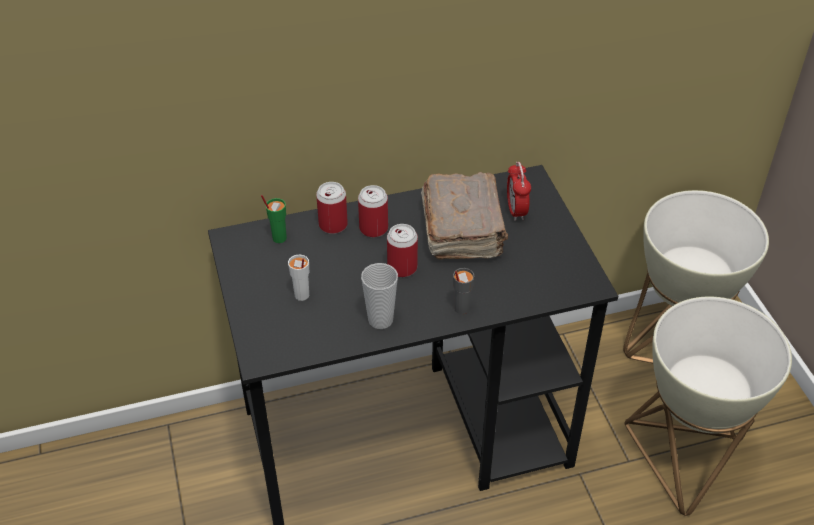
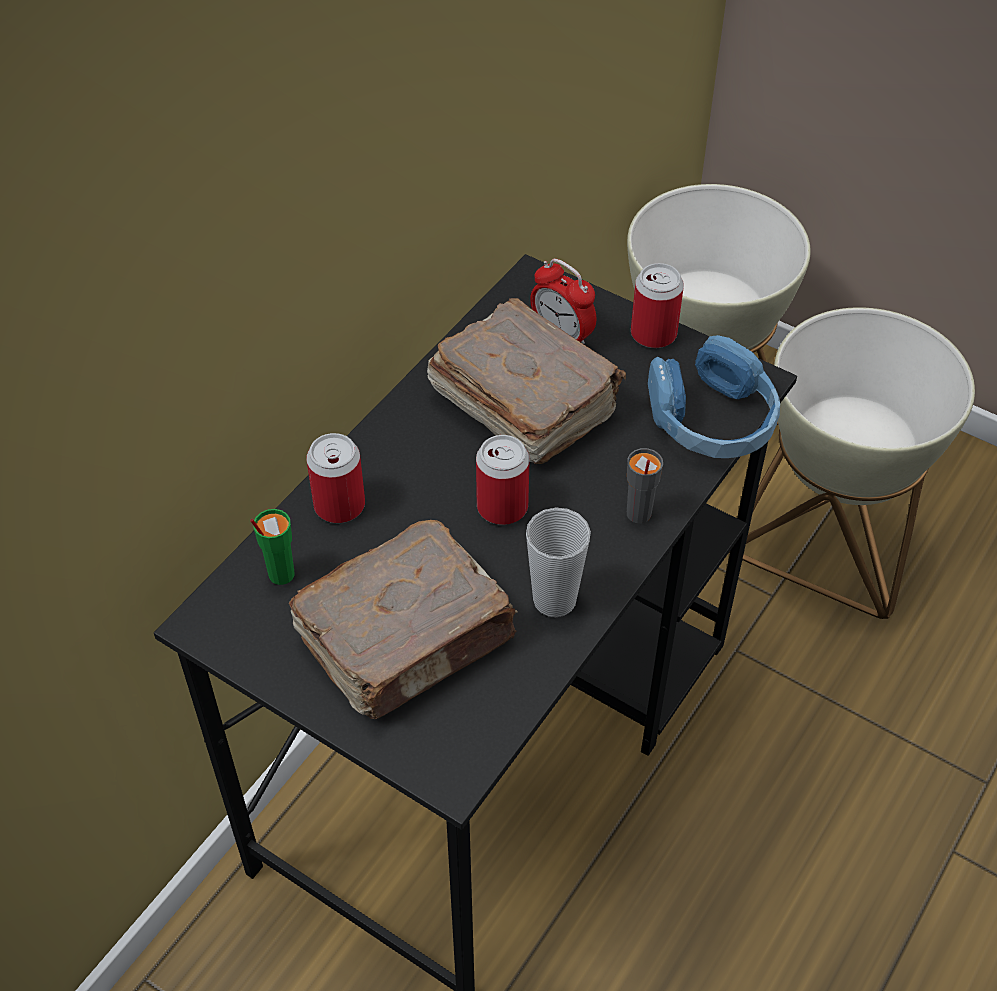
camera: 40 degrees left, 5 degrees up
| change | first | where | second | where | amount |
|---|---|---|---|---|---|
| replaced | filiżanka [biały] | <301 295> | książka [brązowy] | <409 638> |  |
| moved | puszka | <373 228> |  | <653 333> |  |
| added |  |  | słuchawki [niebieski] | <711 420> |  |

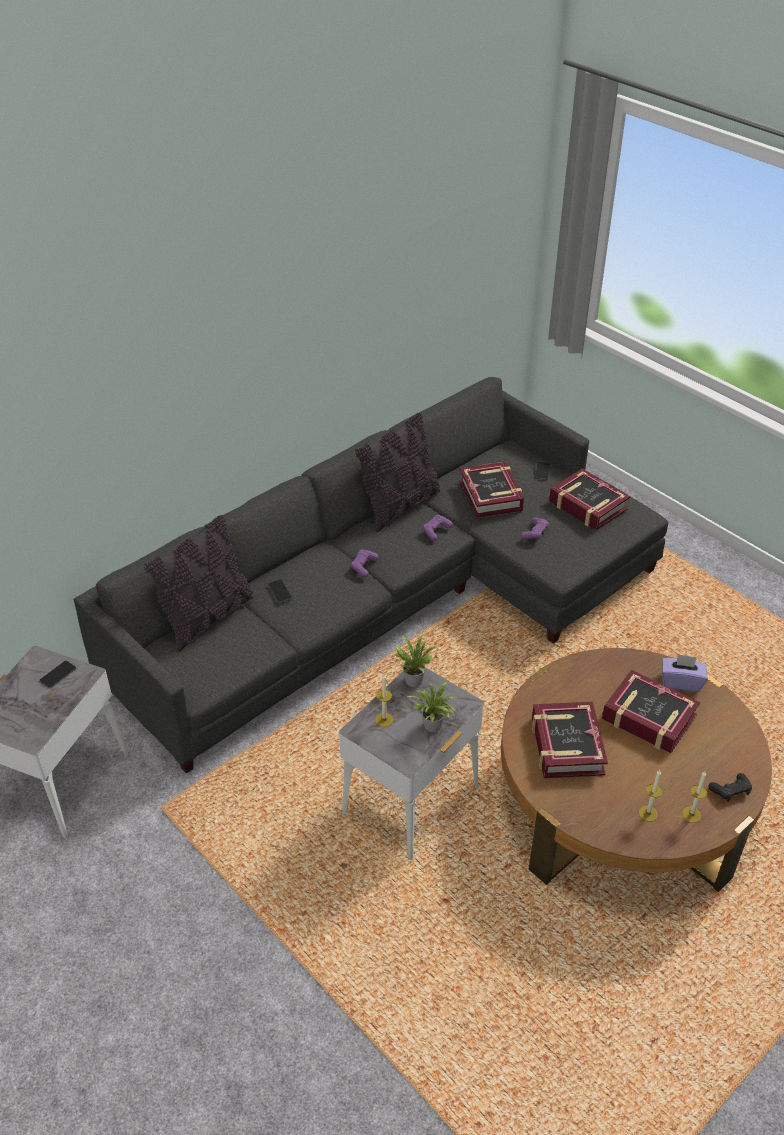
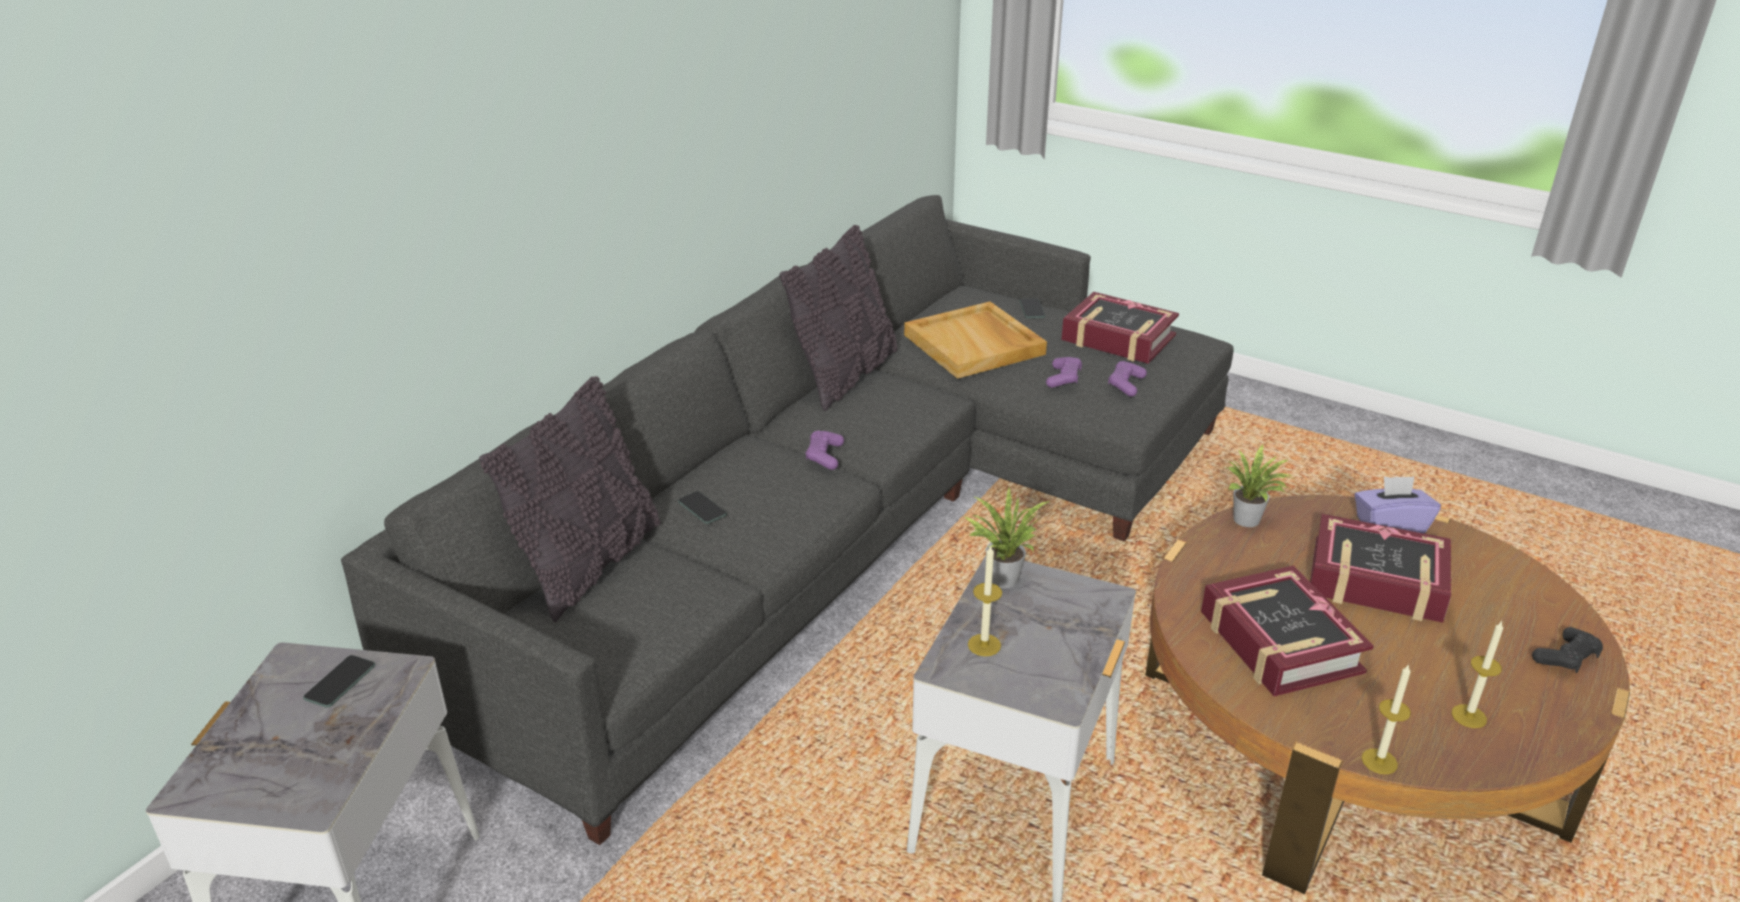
camera: 15 degrees left, 10 degrees down
| change | first | where | second | where | amount |
|---|---|---|---|---|---|
| moved | roślina doniczkowa | <433 727> |  | <1249 521> |  |
| moved | pad do gier [fioletowy] | <436 531> |  | <1126 384> |  |
| replaced | książka | <491 495> | taca [beżowy] | <975 345> |  |
| moved | świeca | <691 814> |  | <1379 761> |  |

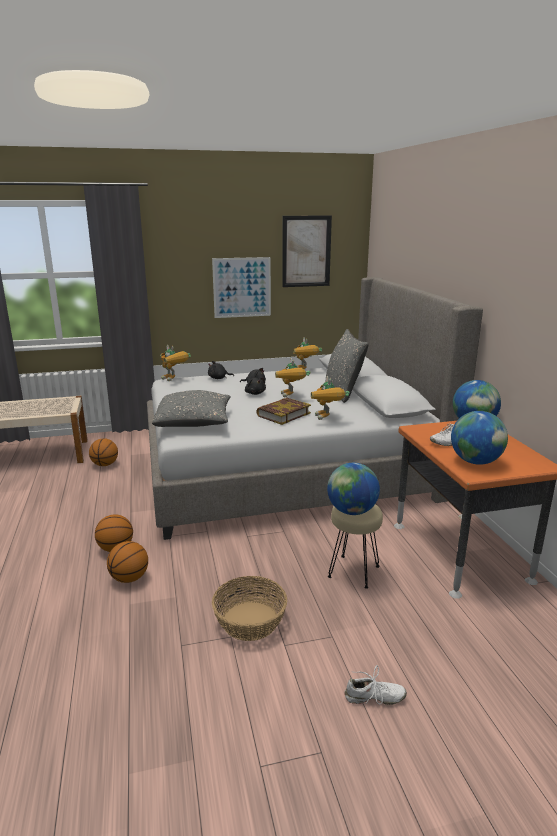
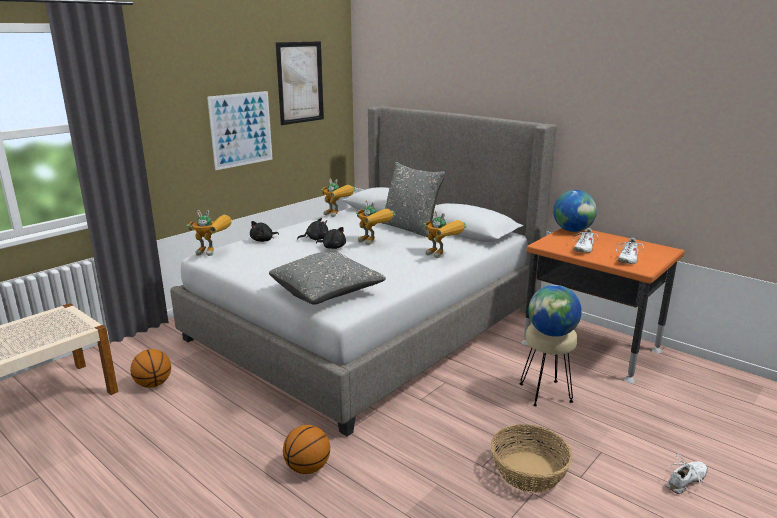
camera: 35 degrees left, 0 degrees up
| change | first | where | second | where | amount |
|---|---|---|---|---|---|
| removed | piłka do koszykówki | <129 578> |  |  |  |
| removed | książka | <283 414> |  |  |  |
| replaced | globus | <475 462> | but [biały] | <627 259> |  |

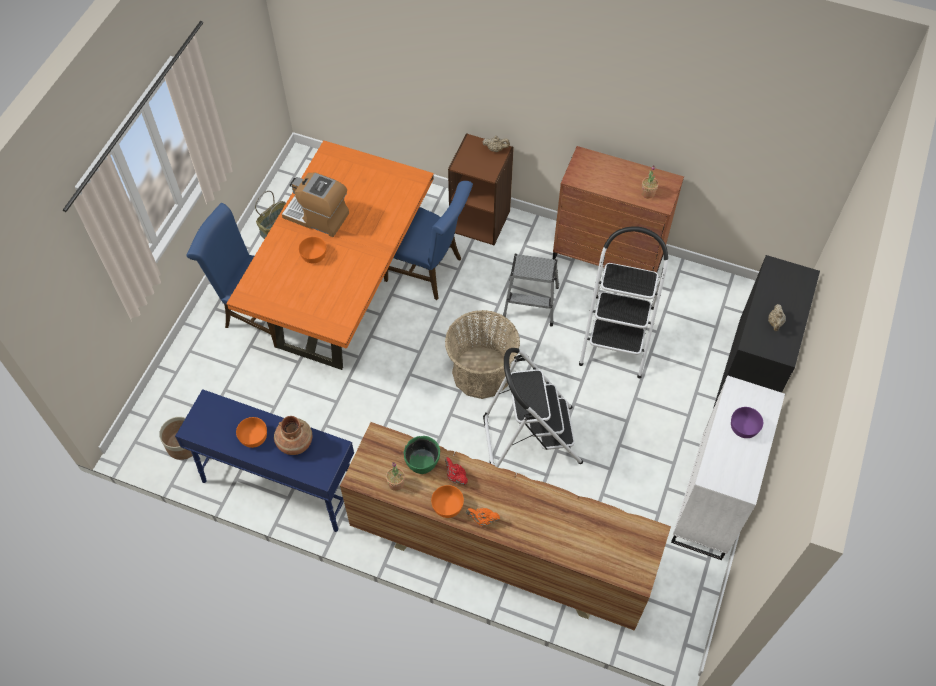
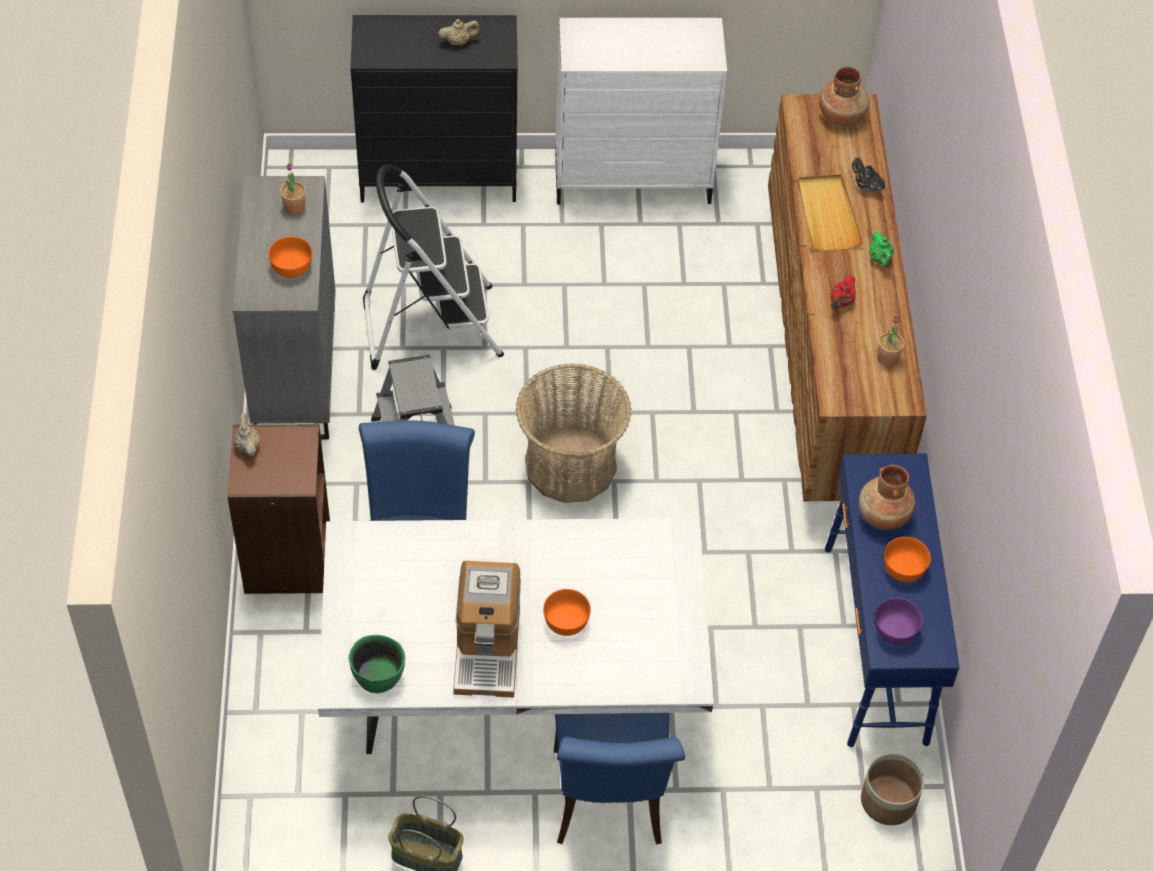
camera: 115 degrees left, 5 degrees down
| change | first | where | second | where | amount |
|---|---|---|---|---|---|
| recoloured | stół jadalny [pomarańczowy] | <344 293> | stół jadalny [biały] | <515 696> |  |
| moved | miska [zielony] | <423 461> |  | <378 674> |  |
| moved | miska [pomarańczowy] | <447 506> |  | <292 267> |  |
| recoloured | imbryk [pomarańczowy] | <482 520> | imbryk [zielony] | <880 259> |  |
| removed | drabinka | <529 439> |  |  |  |
| recoloured | komoda [brązowy] | <608 258> | komoda [szary] | <294 372> |  |
| moved | miska [fioletowy] | <744 427> |  | <894 630> |  |
| added |  |  | taca [beżowy] | <827 215> |  |
| added |  |  | wazon [brązowy] | <841 116> |  |
| added |  |  | imbryk [czarny] | <865 186> |  |

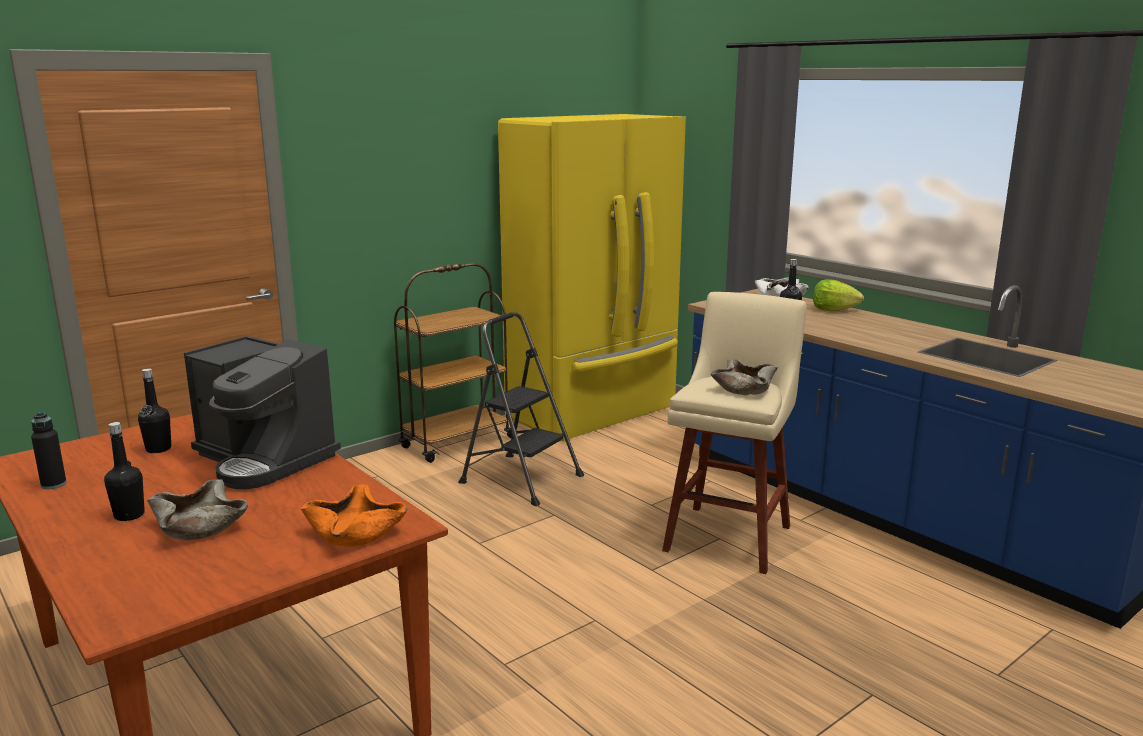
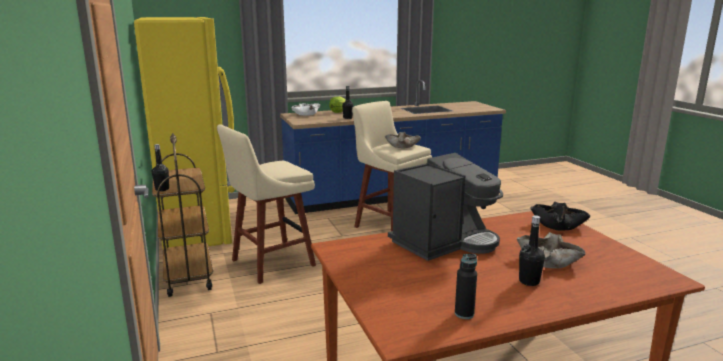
camera: 70 degrees left, 0 degrees up
| change | first | where | second | where | amount |
|---|---|---|---|---|---|
| moved | butelka [czarny] | <158 449> |  | <162 189> |  |
| recoloured | miska [pomarańczowy] | <356 532> | miska [czarny] | <558 224> |  |
| replaced | drabinka [czarny] | <519 477> | stołek [beżowy] | <271 263> |  |

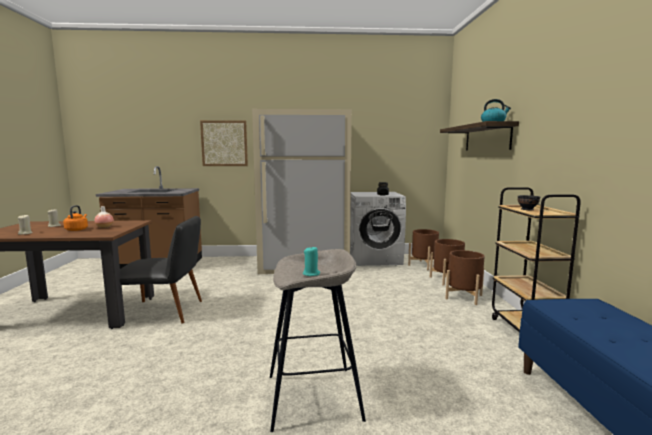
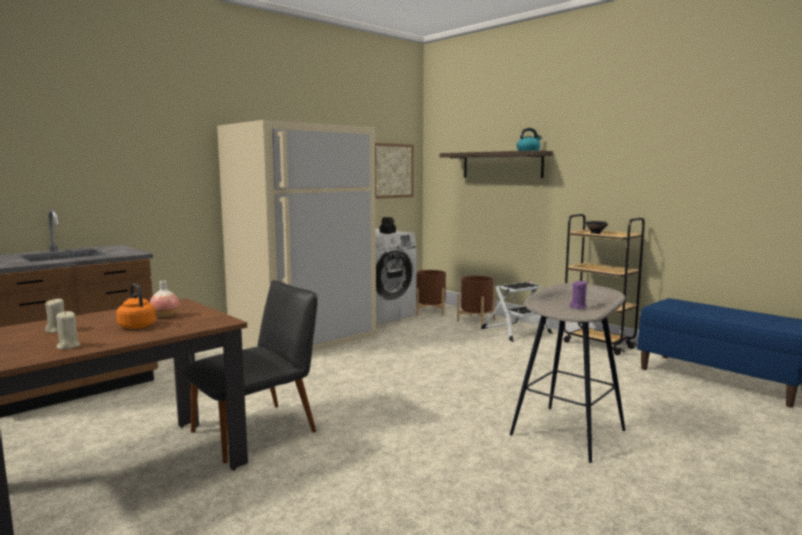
camera: 40 degrees left, 0 degrees up
| change | first | where | second | where | amount |
|---|---|---|---|---|---|
| moved | obraz | <224 142> |  | <393 170> |  |
| recoloured | świeca [turkusowy] | <311 274> | świeca [fioletowy] | <578 307> |  |
| replaced | donica [brązowy] | <464 297> | drabinka | <515 331> |  |

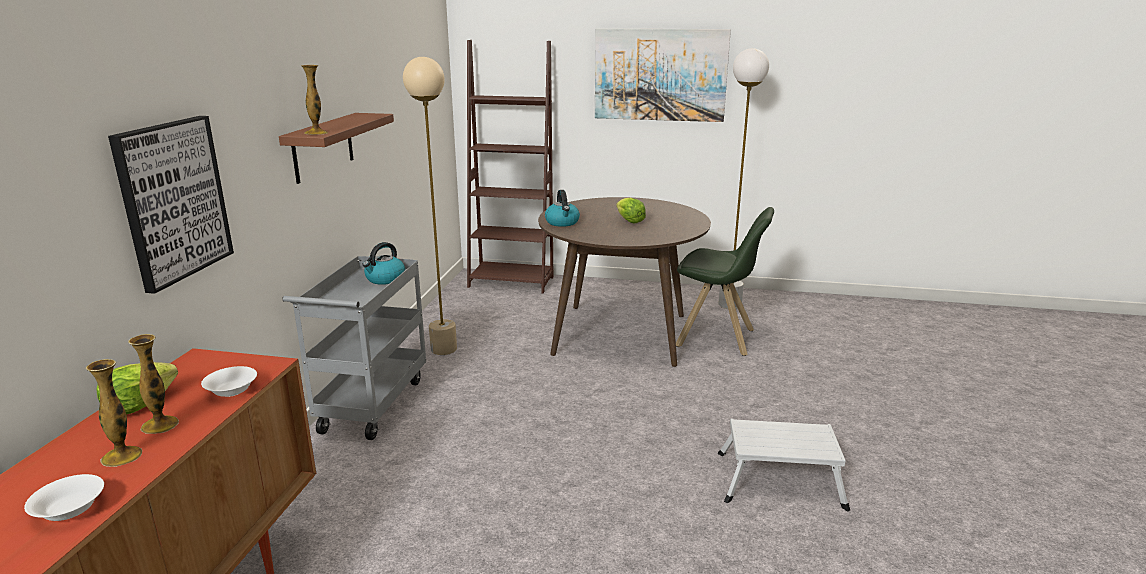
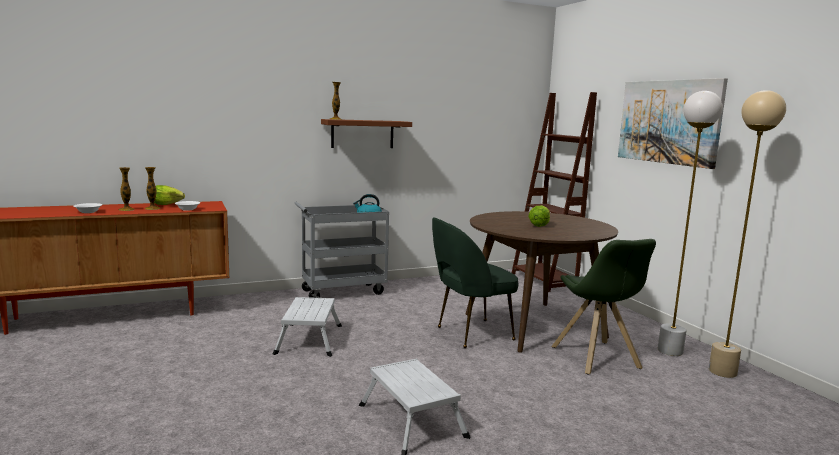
camera: 55 degrees right, 10 degrees down
| change | first | where | second | where | amount |
|---|---|---|---|---|---|
| removed | obraz | <173 200> |  |  |  |
| moved | lampa stojąca [beżowy] | <444 349> |  | <722 372> |  |
| removed | czajnik | <562 222> |  |  |  |
| added |  |  | drabinka [biały] | <309 339> |  |
| added |  |  | krzesło [zielony] | <469 334> |  |

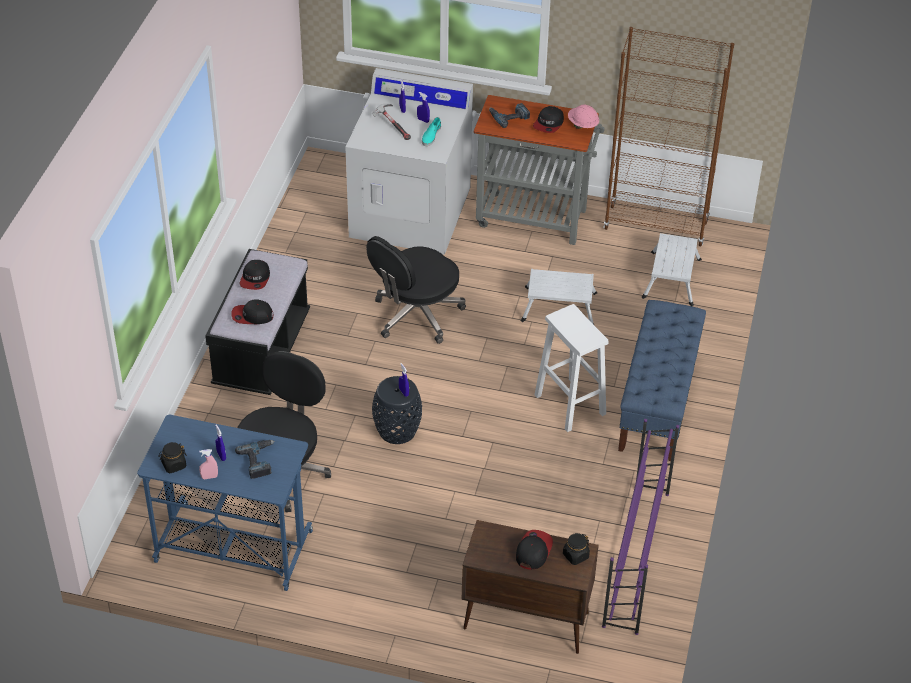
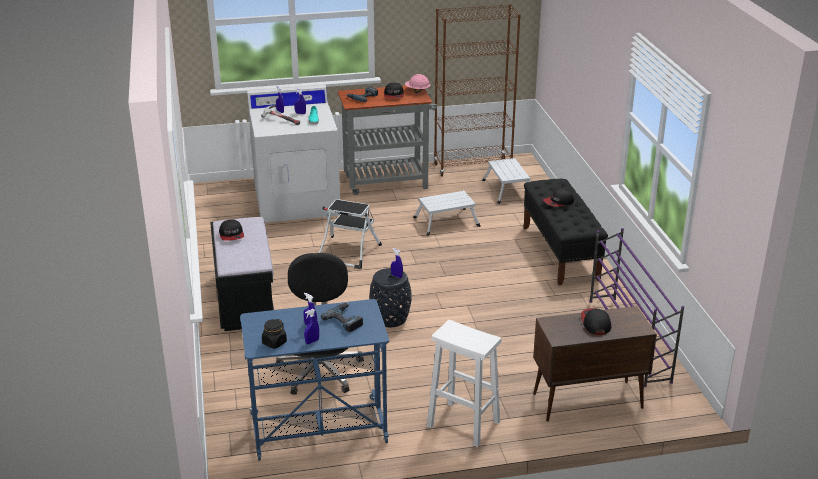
camera: 25 degrees left, 15 degrees down
| change | first | where | second | where | amount |
|---|---|---|---|---|---|
| recoloured | spryskiwacz [różowy] | <209 477> | spryskiwacz [niebieski] | <312 341> |  |
| moved | czapka z daszkiem | <252 316> |  | <558 202> |  |
| replaced | krzesło biurowe [czarny] | <416 315> | drabinka | <348 251> |  |
| moved | stołek [biały] | <569 404> |  | <462 424> |  |
| removed | słoik [czarny] | <575 556> |  |  |  |
| recoloured | ławka [niebieski] | <658 403> | ławka [czarny] | <560 253> |  |

